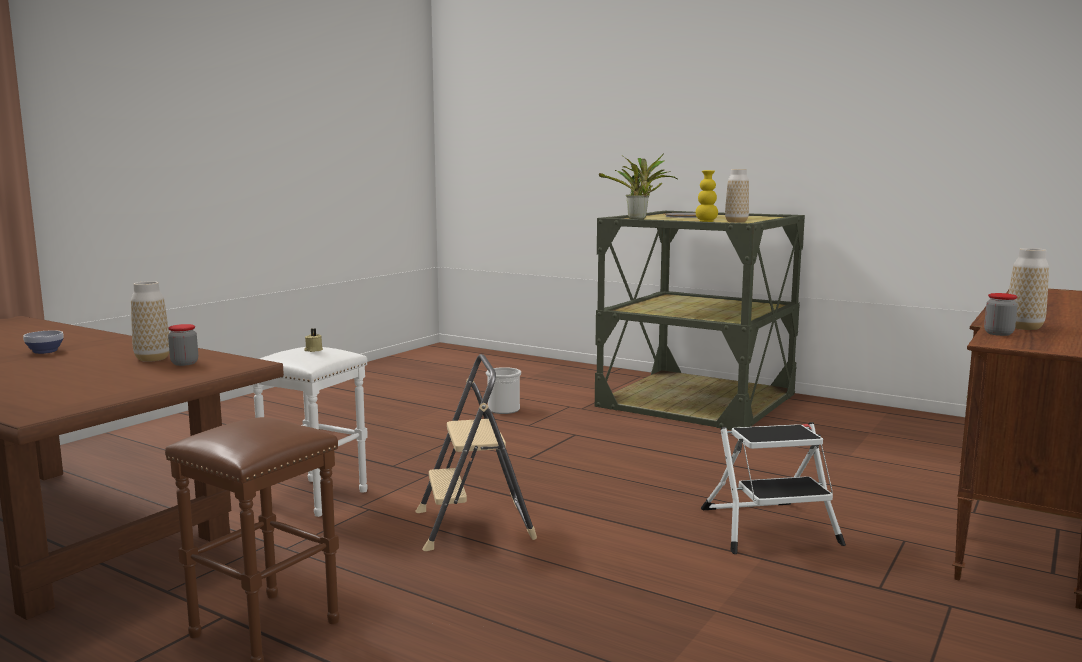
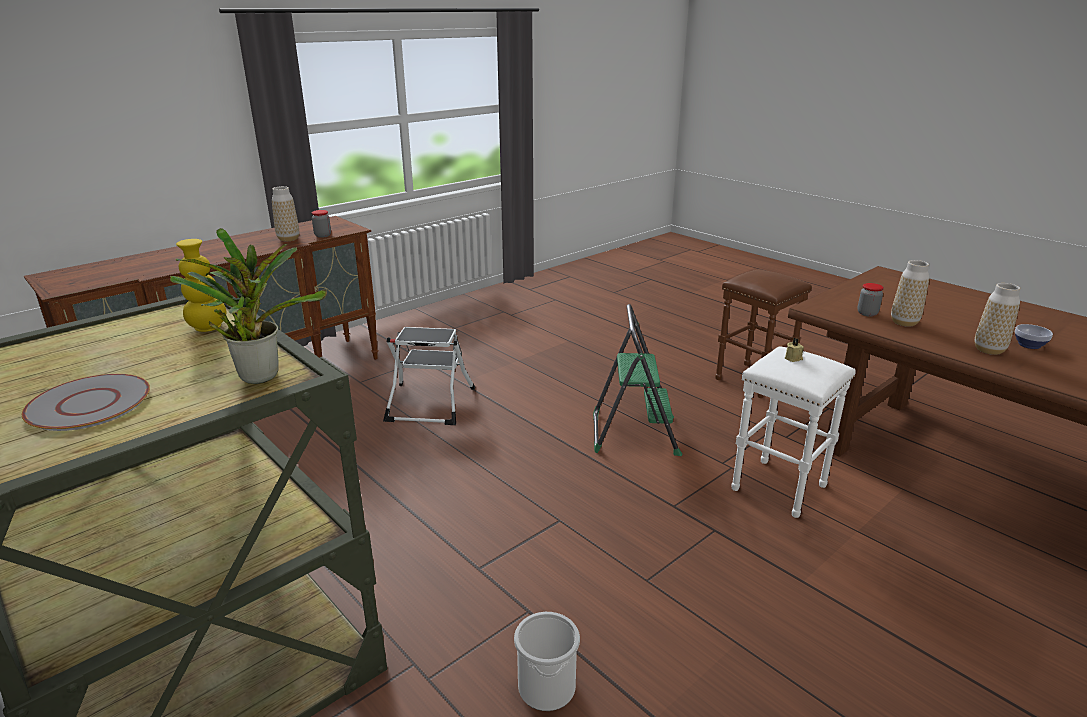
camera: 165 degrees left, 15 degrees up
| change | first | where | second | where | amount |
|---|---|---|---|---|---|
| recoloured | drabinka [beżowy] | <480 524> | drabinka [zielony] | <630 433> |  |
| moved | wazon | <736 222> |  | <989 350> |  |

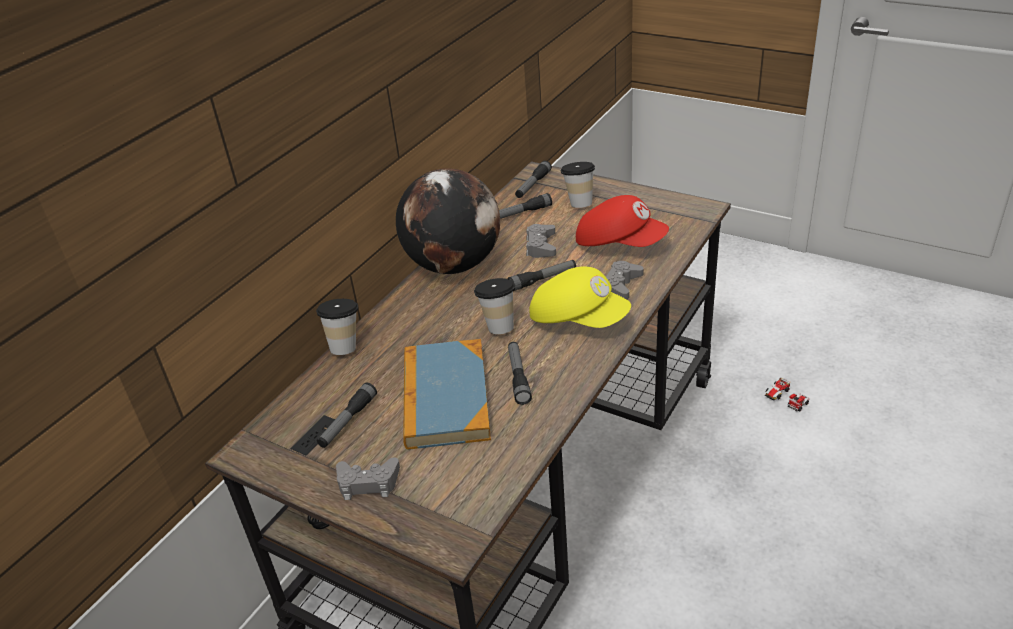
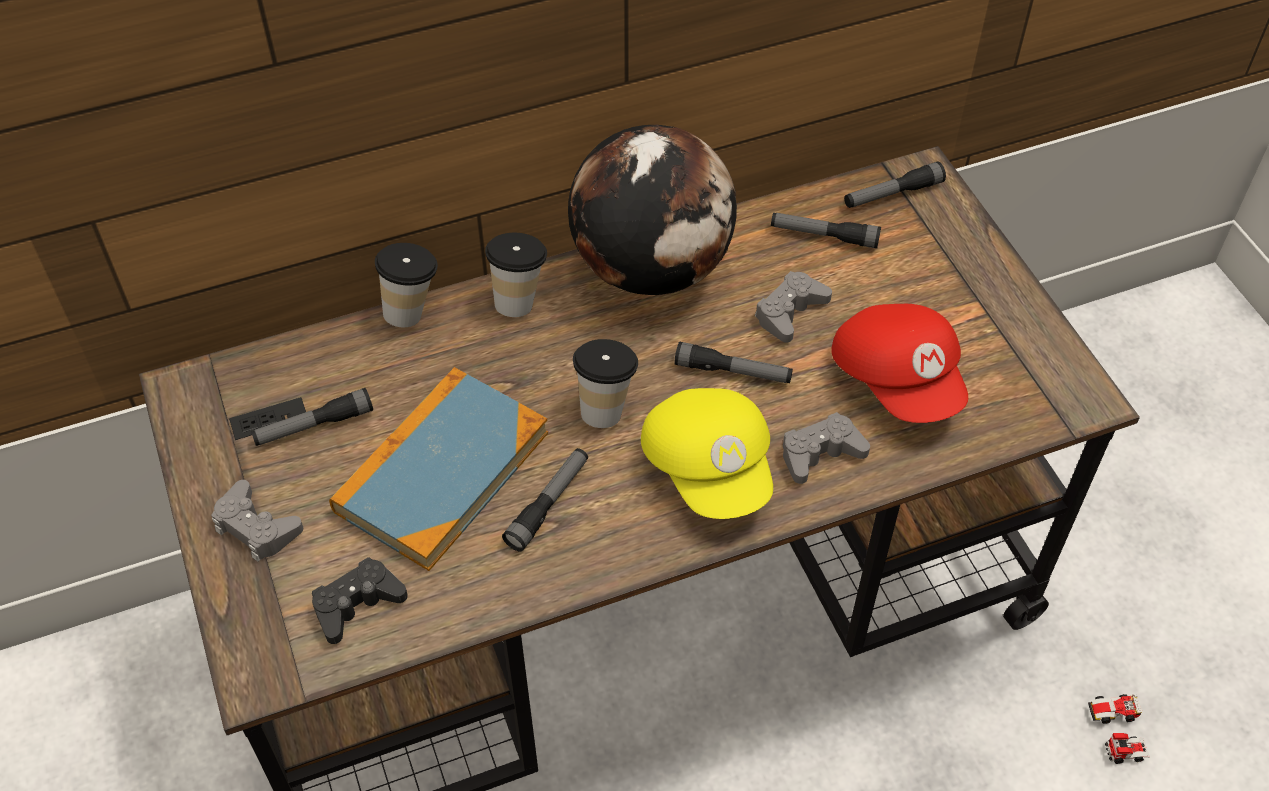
camera: 35 degrees right, 15 degrees up
| change | first | where | second | where | amount |
|---|---|---|---|---|---|
| moved | filiżanka | <579 202> |  | <519 299> |  |
| added |  |  | pad do gier [czarny] | <357 604> |  |

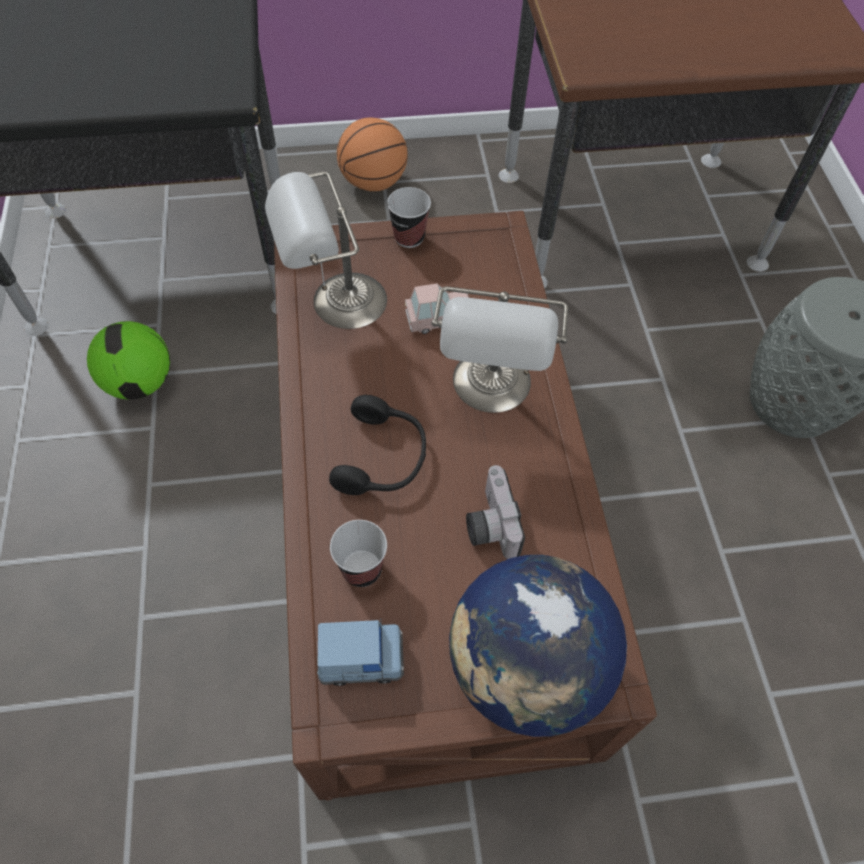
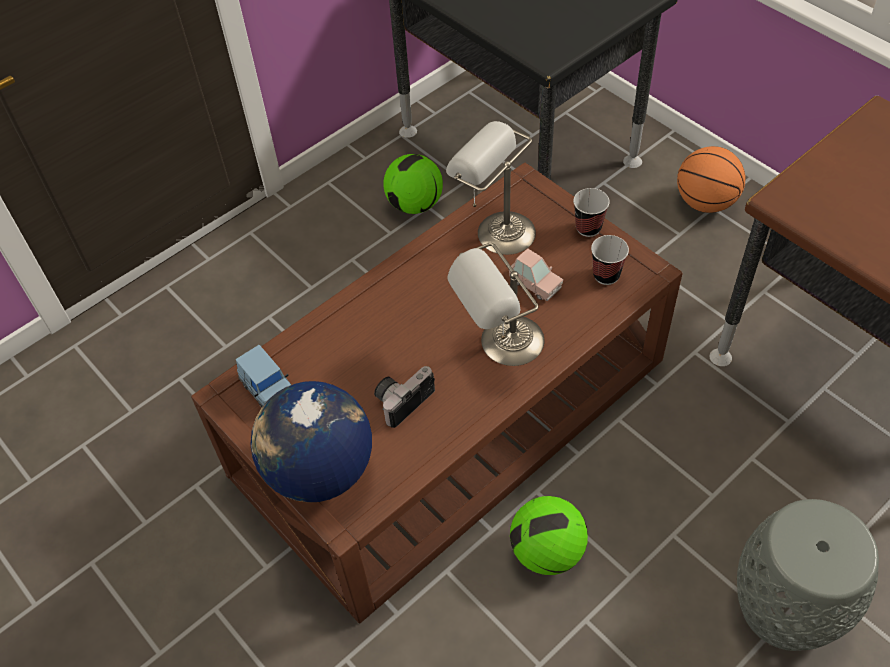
camera: 60 degrees right, 5 degrees down
| change | first | where | second | where | amount |
|---|---|---|---|---|---|
| removed | słuchawki [czarny] | <383 458> |  |  |  |
| moved | filiżanka | <361 569> |  | <606 275> |  |
| added |  |  | piłka futbolowa | <546 551> |  |

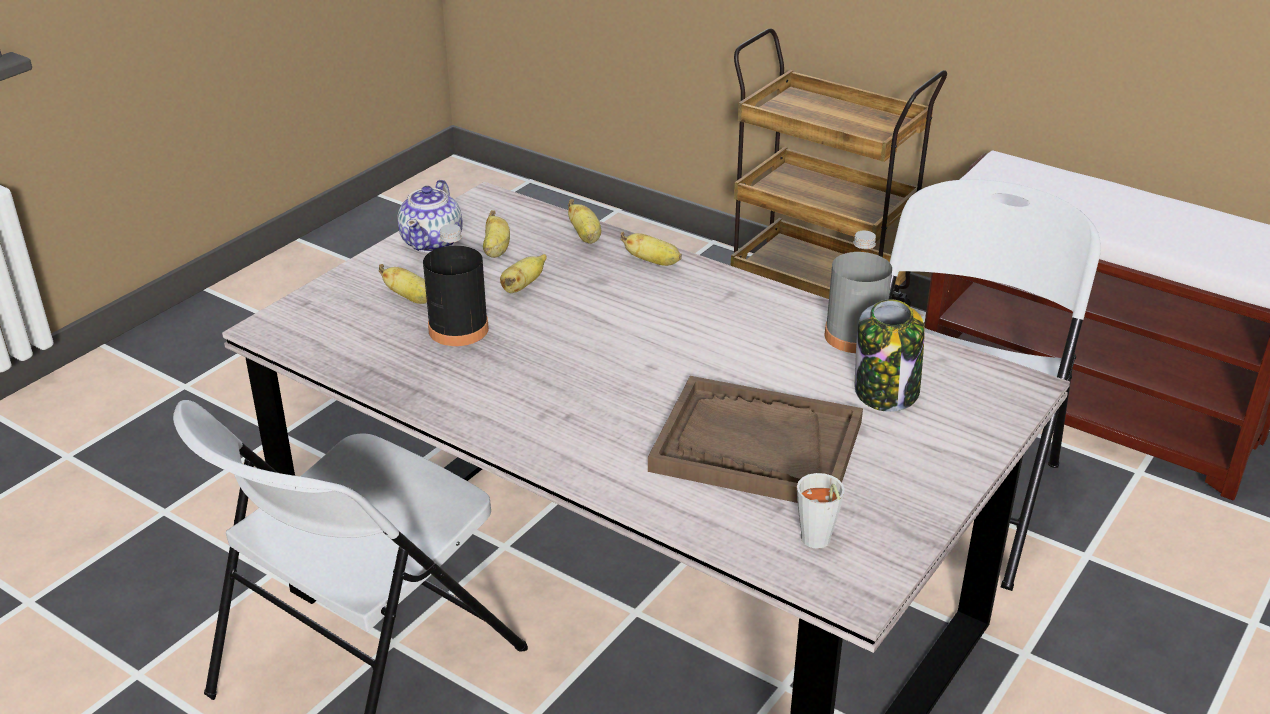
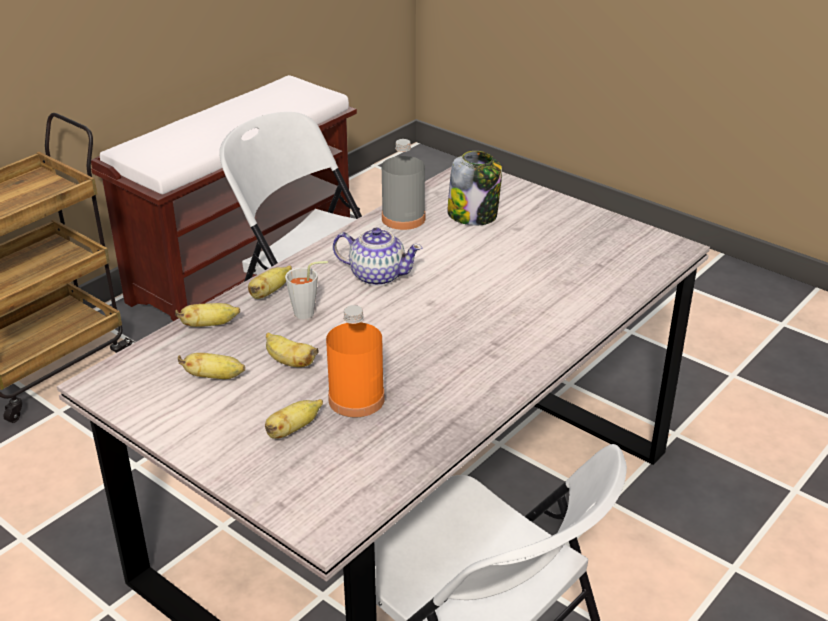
camera: 85 degrees left, 0 degrees up
| change | first | where | second | where | amount |
|---|---|---|---|---|---|
| moved | imbryk | <433 242> |  | <377 275> |  |
| recoloured | butelka [czarny] | <458 329> | butelka [pomarańczowy] | <356 399> |  |
| removed | taca [brązowy] | <756 446> |  |  |  |
| moved | filiżanka [szary] | <817 543> |  | <309 313> |  |

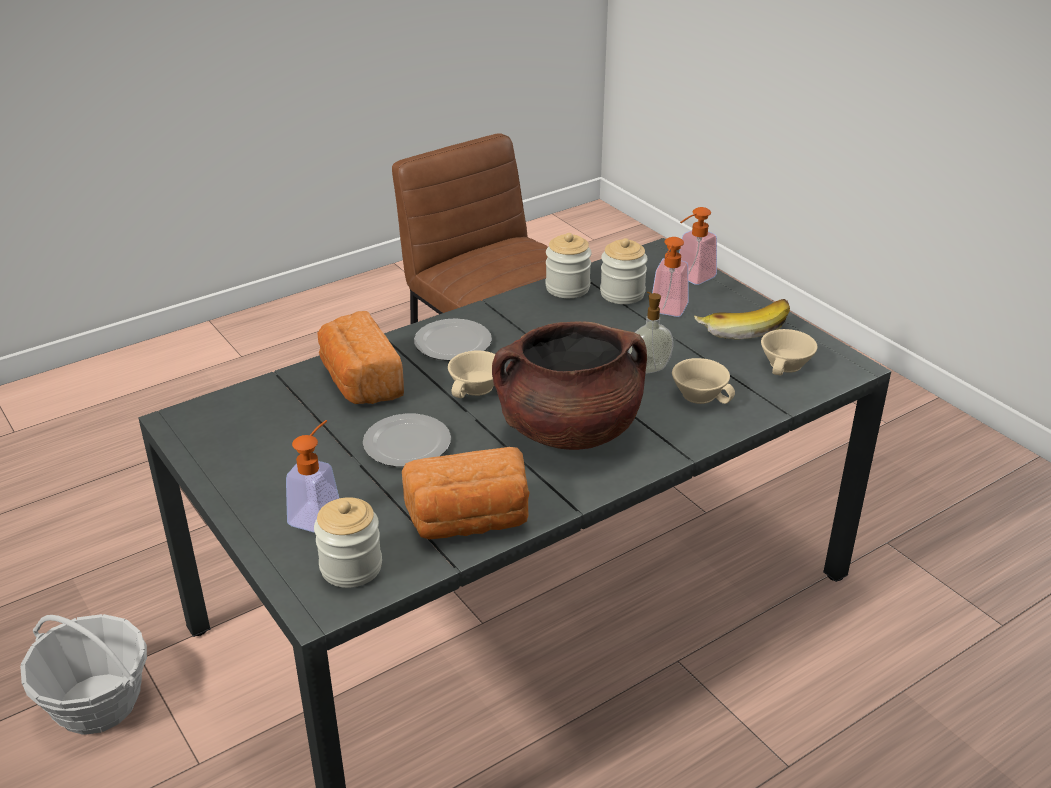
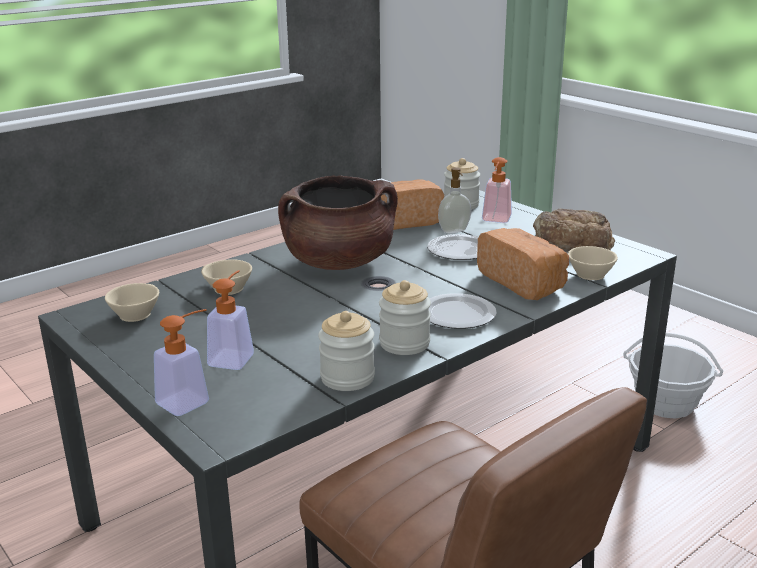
camera: 175 degrees right, 10 degrees down
| change | first | where | second | where | amount |
|---|---|---|---|---|---|
| moved | filiżanka [beżowy] | <477 388> |  | <589 273> |  |
| moved | słoik | <622 294> |  | <404 343> |  |
| moved | dozownik mydła | <648 368> |  | <454 231> |  |
| removed | banan | <742 327> |  |  |  |
| added |  |  | chleb | <571 242> |  |

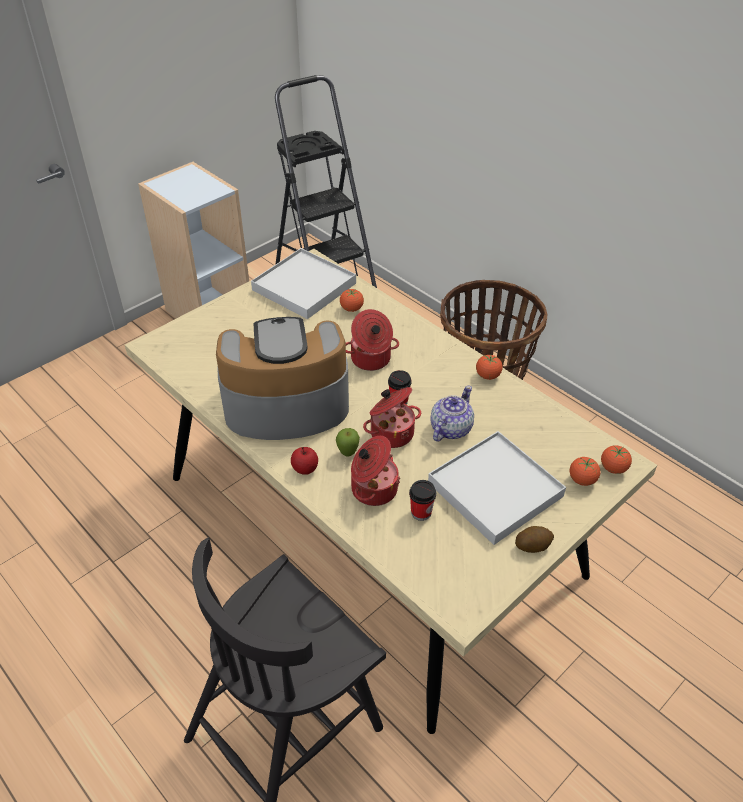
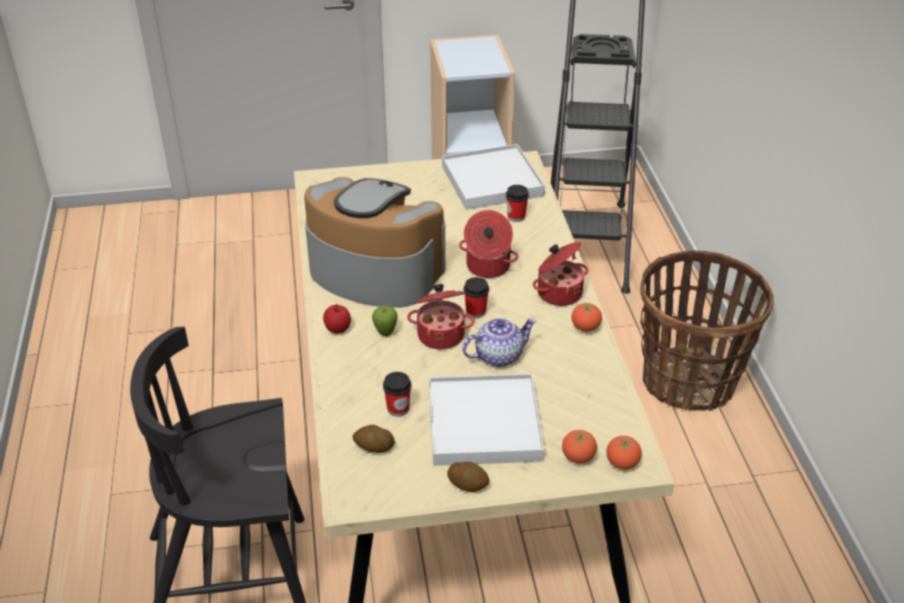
camera: 35 degrees right, 5 degrees down
| change | first | where | second | where | amount |
|---|---|---|---|---|---|
| replaced | pomidor | <351 309> | filiżanka | <516 217> |  |
| moved | garnek | <373 489> |  | <558 292> |  |
| added |  |  | ziemniak | <374 447> |  |

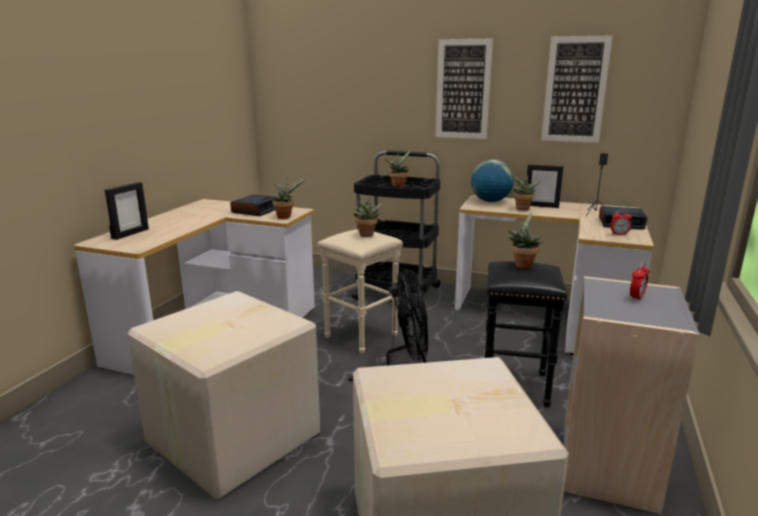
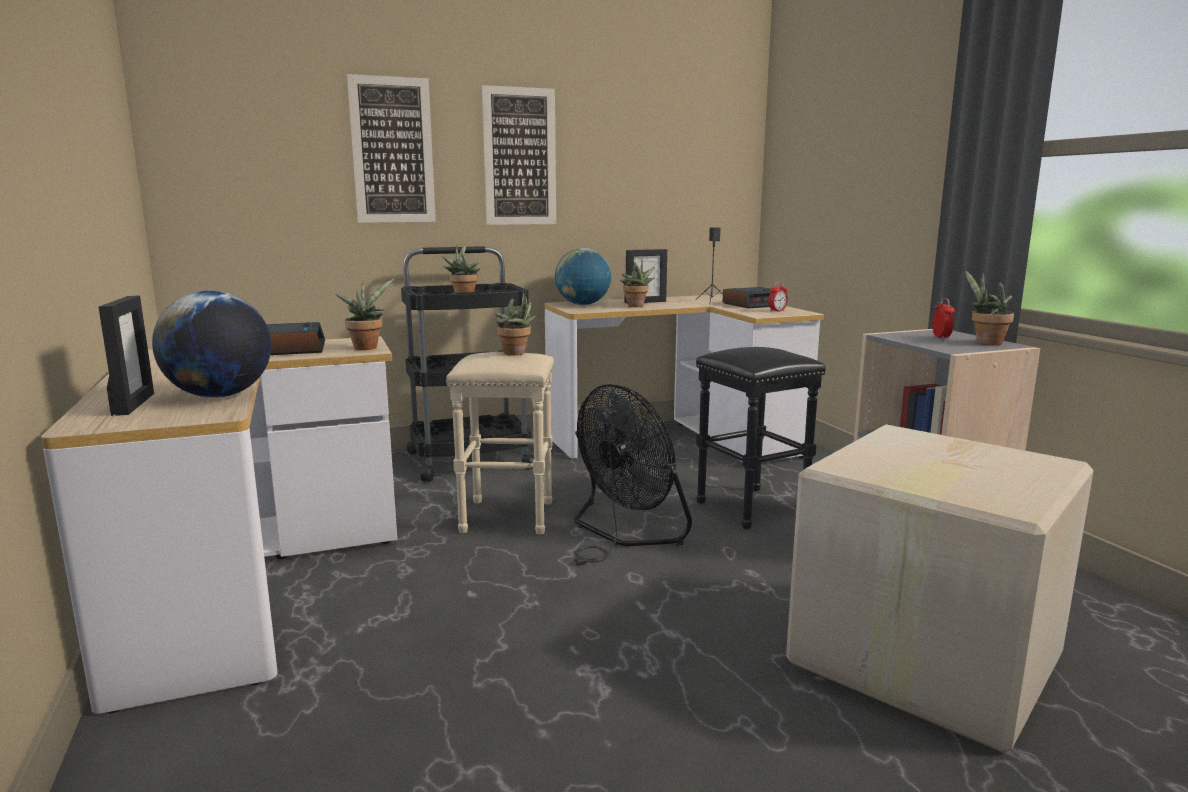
camera: 40 degrees left, 5 degrees down
| change | first | where | second | where | amount |
|---|---|---|---|---|---|
| removed | karton | <231 438> |  |  |  |
| moved | roślina doniczkowa | <522 265> |  | <985 342> |  |
| moved | obraz | <575 90> |  | <392 151> |  |
| added |  |  | globus | <220 395> |  |

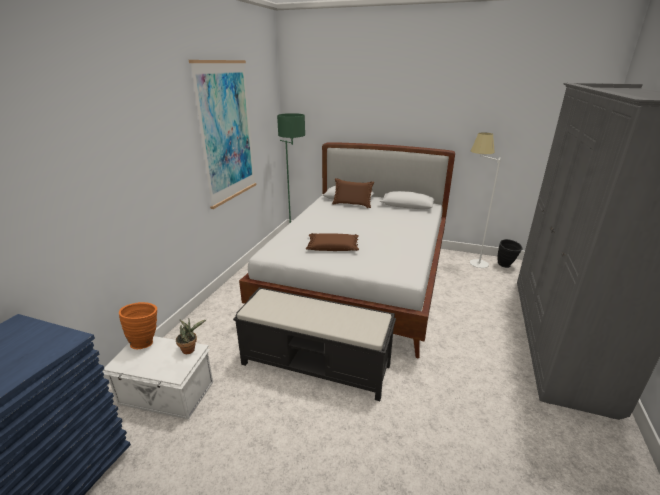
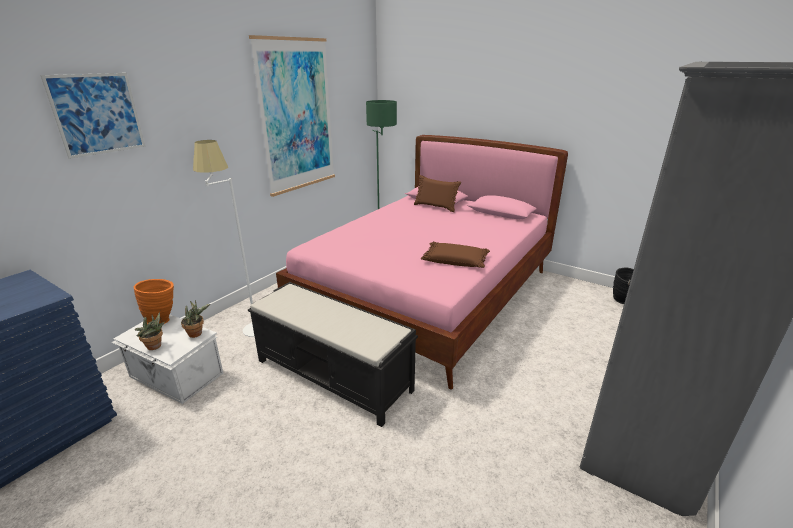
camera: 15 degrees right, 0 degrees up
| change | first | where | second | where | amount |
|---|---|---|---|---|---|
| recoloured | łóżko [biały] | <360 281> | łóżko [różowy] | <429 295> |  |
| moved | poduszka [brązowy] | <332 246> |  | <455 259> |  |
| moved | lampa stojąca [biały] | <470 263> |  | <246 326> |  |
| added |  |  | obraz | <97 114> |  |
| added |  |  | roślina doniczkowa | <156 346> |  |

